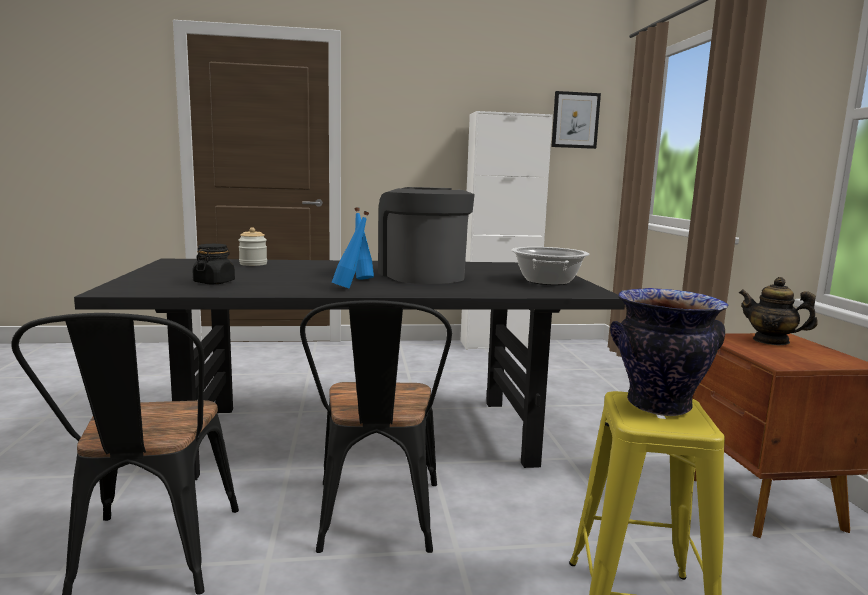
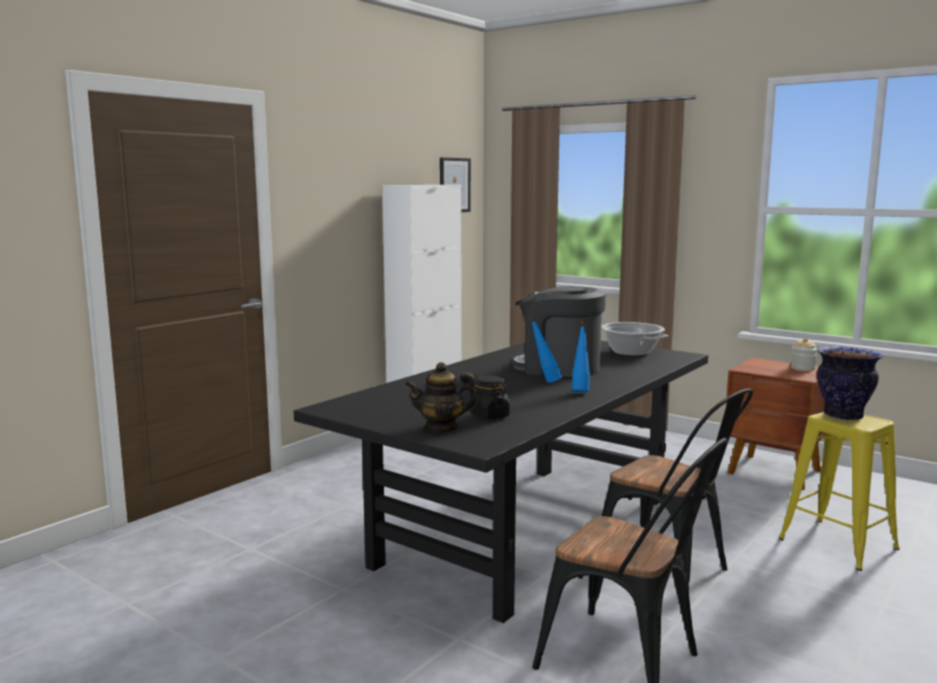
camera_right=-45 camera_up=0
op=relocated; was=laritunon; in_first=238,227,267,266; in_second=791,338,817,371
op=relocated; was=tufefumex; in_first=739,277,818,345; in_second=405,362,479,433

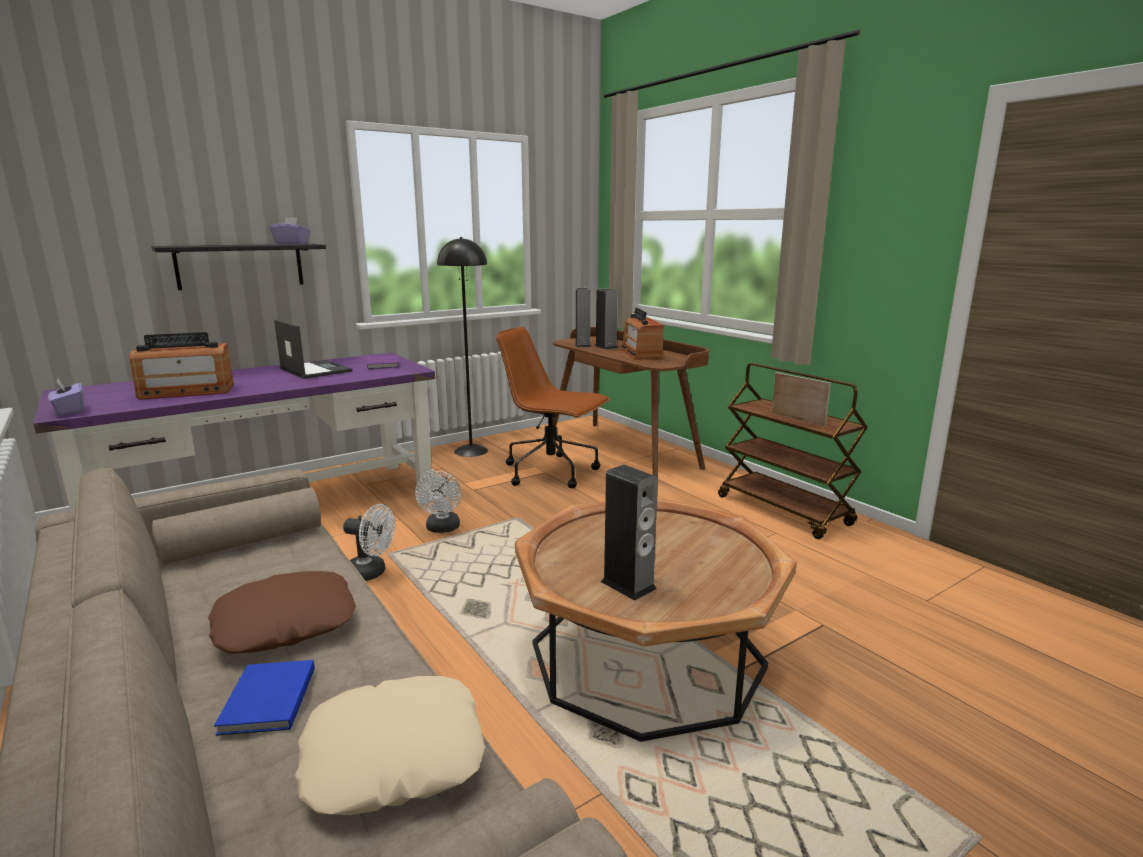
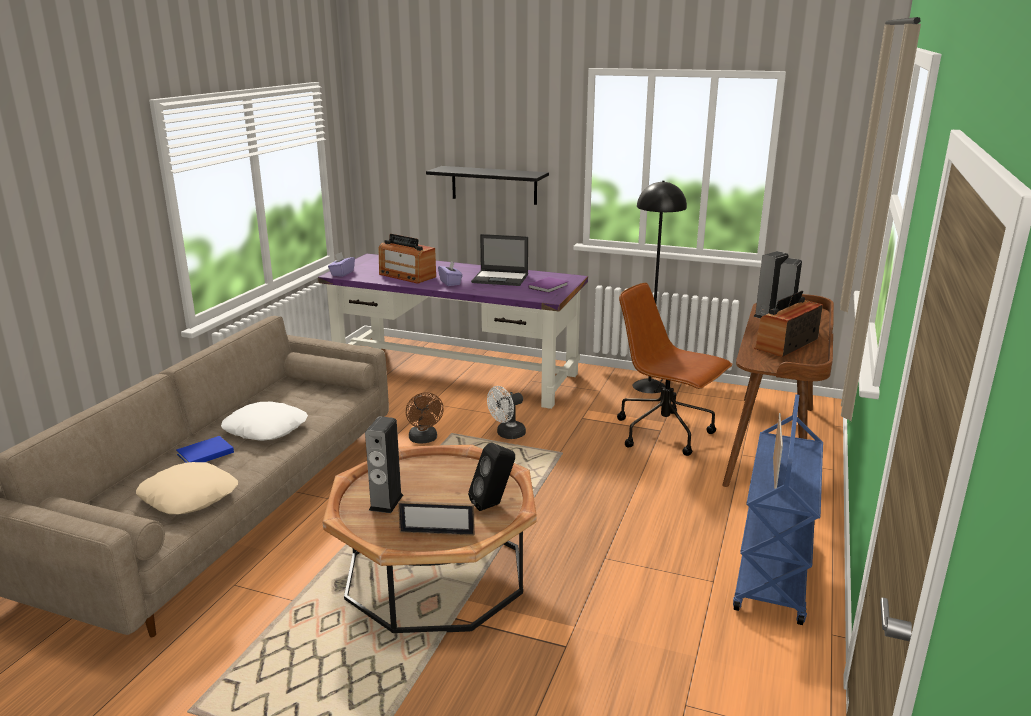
camera_right=55 camera_up=5
op=colour; was=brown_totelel; now=white_totelel; in_first=208,571,356,654; in_second=221,402,308,441
op=relocated; was=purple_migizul; in_first=270,217,310,244; in_second=438,261,463,286
op=spun; was=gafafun; in_first=274,320,352,379; in_second=471,234,528,286; clockwise=90
op=colour; was=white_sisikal; now=brown_sisikal; in_first=343,504,395,581; in_second=406,392,444,444
op=spun; was=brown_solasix; in_first=496,327,610,488; in_second=617,283,732,456; clockwise=-45
op=colour; was=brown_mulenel; now=blue_mulenel; in_first=718,363,868,539; in_second=733,394,823,625
op=appeared; now=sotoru; in_second=398,501,475,536
op=appeared; now=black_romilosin; in_second=468,442,515,511

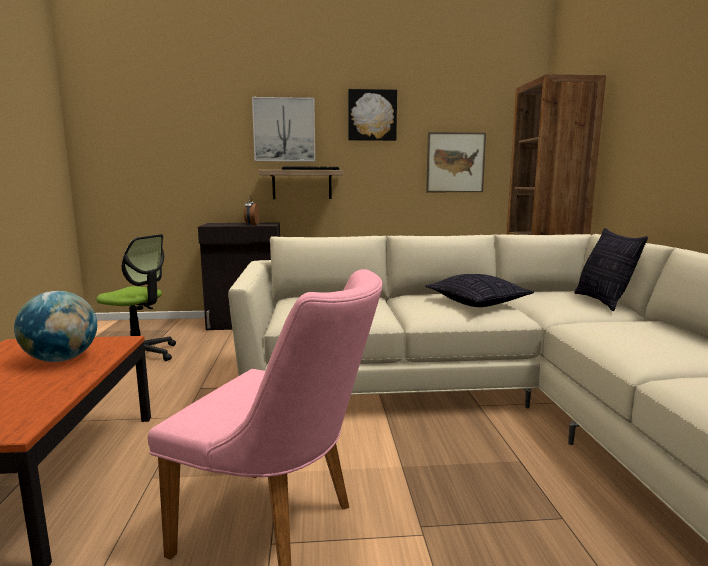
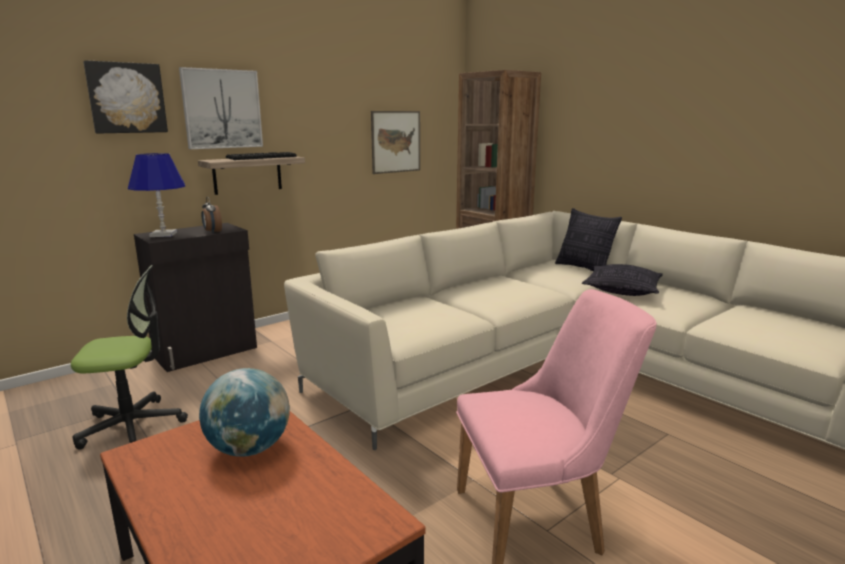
camera_right=-35 camera_up=5
op=relocated; was=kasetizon; in_first=348,89,397,141; in_second=83,60,168,134
op=relocated; was=totelel; in_first=425,274,534,307; in_second=582,264,663,296
op=appeared; now=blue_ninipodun; in_second=128,153,185,237

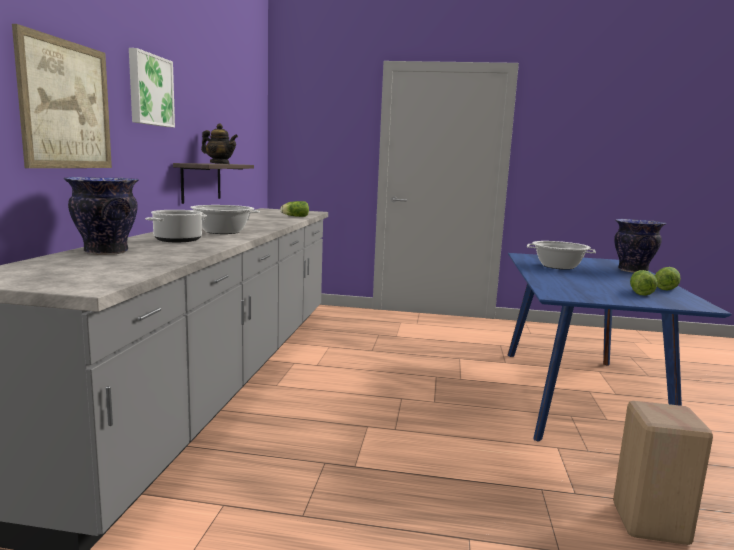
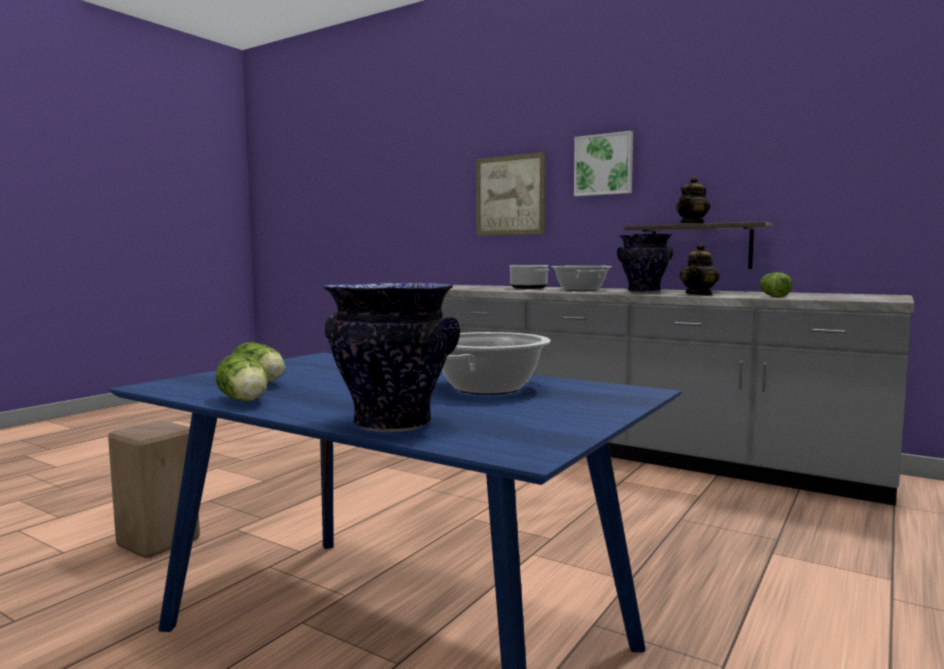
camera_right=115 camera_up=-5
op=relocated; was=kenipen; in_first=64,177,139,255; in_second=617,233,673,293
op=appeared; now=tufefumex; in_second=680,243,720,295

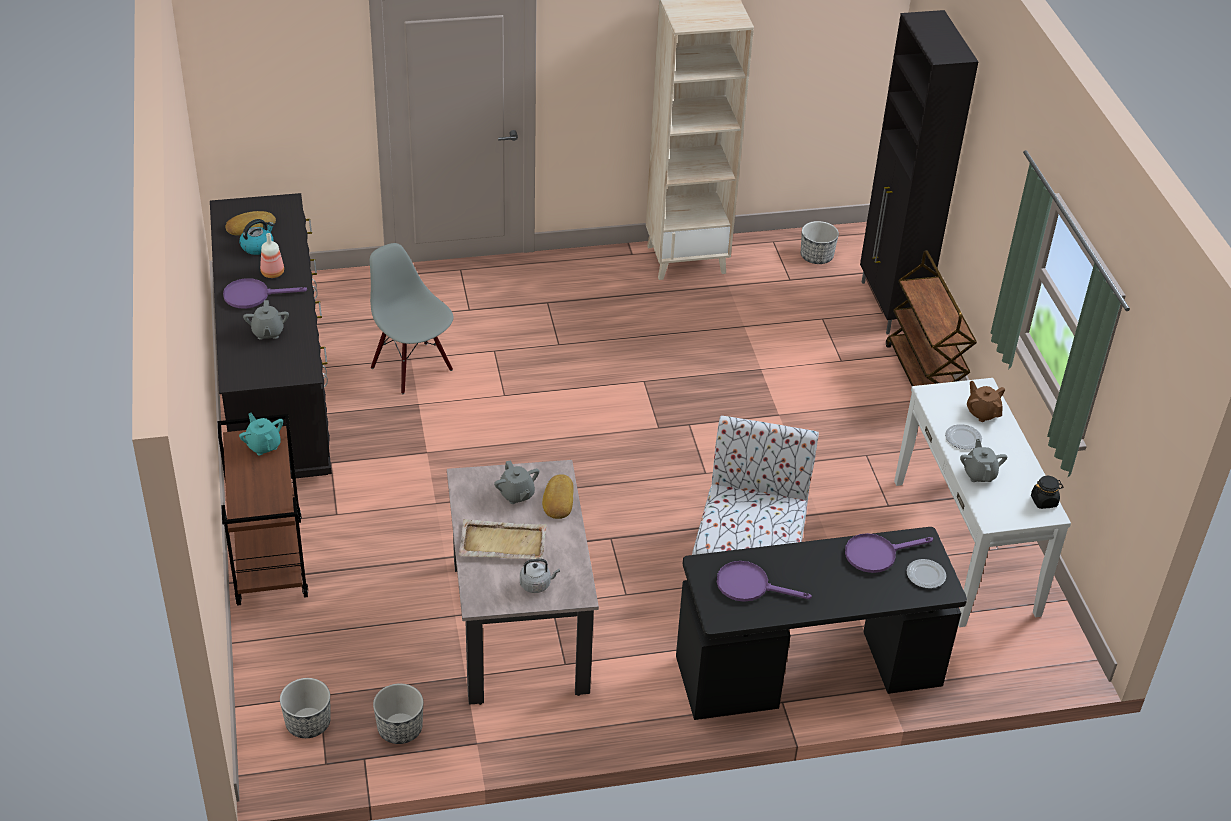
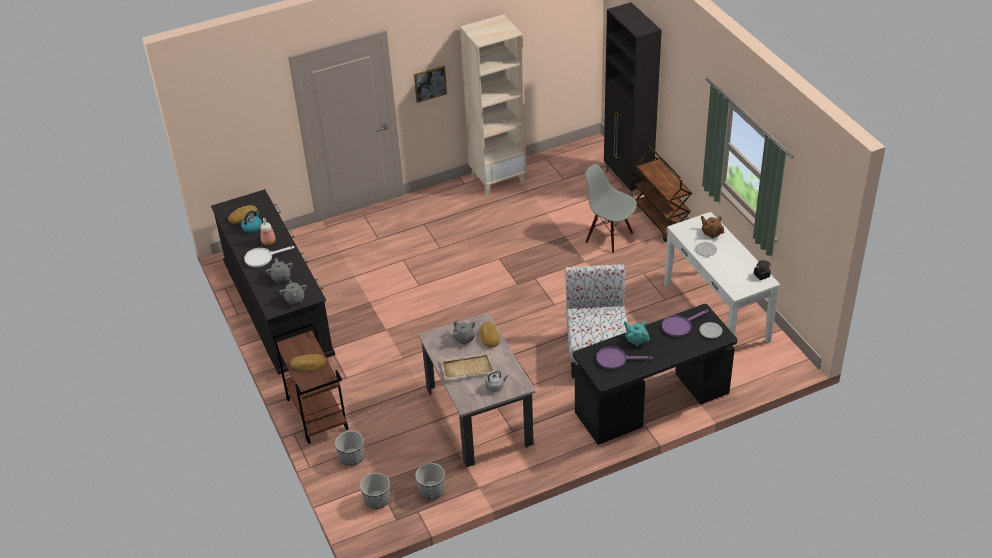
camera_right=-10 camera_up=0
op=colour; was=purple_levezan; now=white_levezan; in_first=223,278,307,309; in_second=244,246,294,267
op=relocated; was=turquoise_tufefumex; in_first=239,413,283,455; in_second=624,321,650,346
op=relocated; was=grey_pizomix; in_first=370,243,453,394; in_second=585,164,637,253
op=relocated; was=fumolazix; in_first=801,221,839,264; in_second=335,431,365,466
op=relocated; was=grey_tufefumex; in_first=960,439,1007,482; in_second=279,279,307,305
op=appeared; now=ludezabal; in_second=290,354,326,371
op=appeared; now=kasetizon; in_second=414,66,447,103

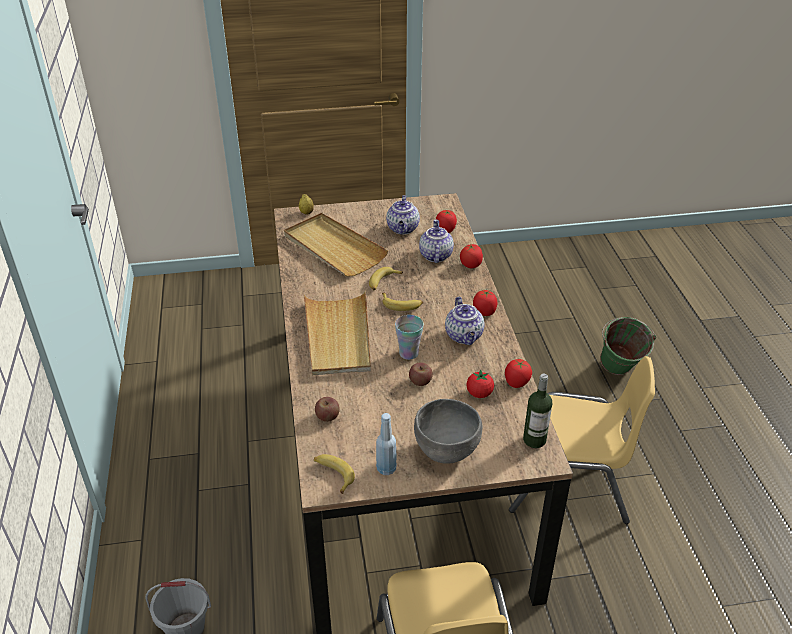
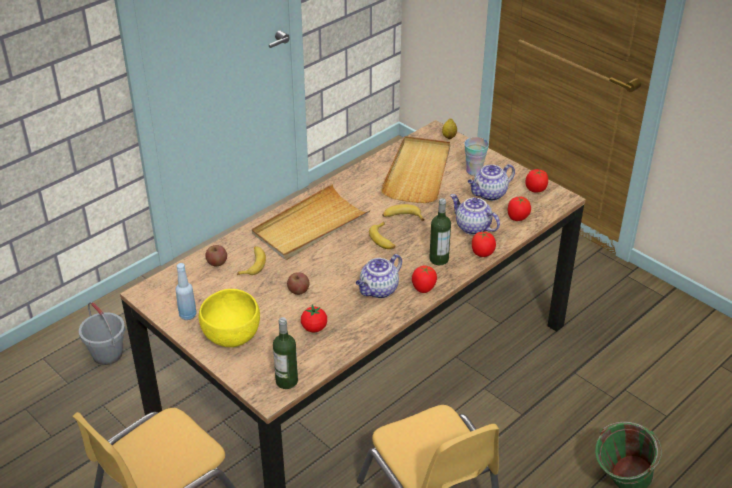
camera_right=55 camera_up=0
op=relocated; was=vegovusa; in_first=314,454,355,494; in_second=237,246,266,275
op=relocated; was=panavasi; in_first=395,315,424,360; in_second=464,137,489,176
op=colour; was=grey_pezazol; now=yellow_pezazol; in_first=414,399,482,464; in_second=199,289,260,347
op=spun; was=tufefumex; in_first=419,219,454,263; in_second=450,194,500,235; clockwise=-105
op=relocated; was=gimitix; in_first=505,359,532,388; in_second=525,169,548,193
op=appeared; now=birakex; in_second=429,198,451,265

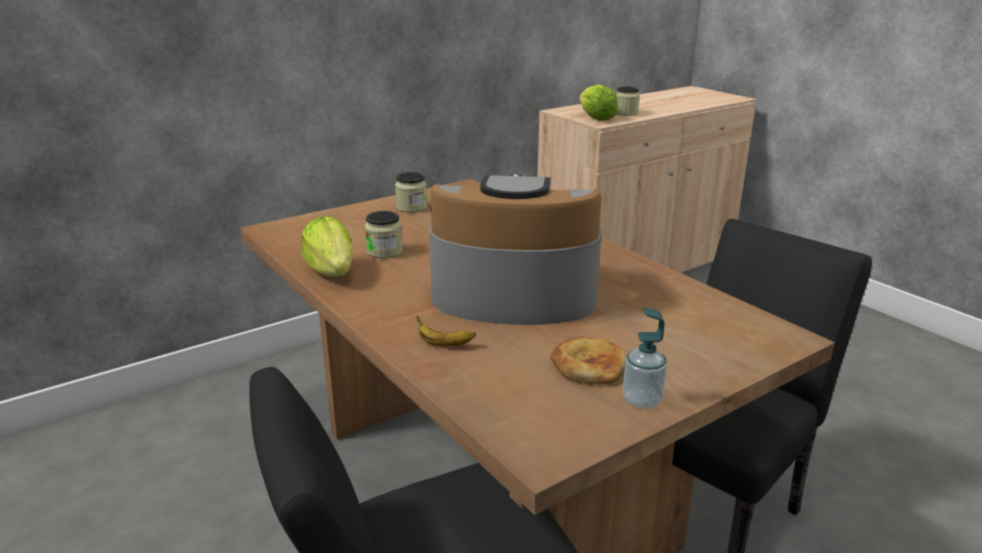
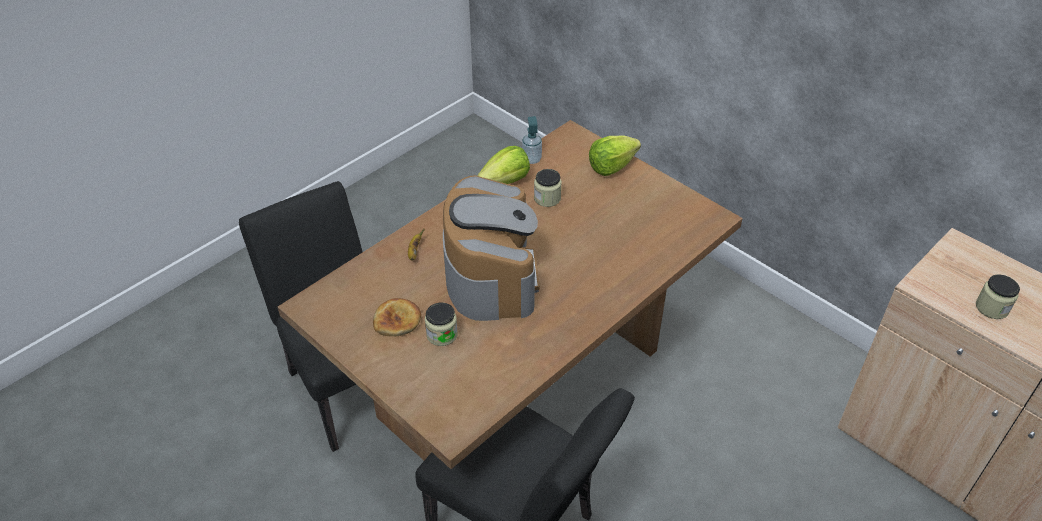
camera_right=80 camera_up=20
op=relocated; was=laritunon; in_first=395,172,427,213; in_second=425,303,458,346
op=relocated; was=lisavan; in_first=580,84,618,121; in_second=589,135,641,176
op=relocated; was=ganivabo; in_first=623,307,667,409; in_second=522,116,542,164

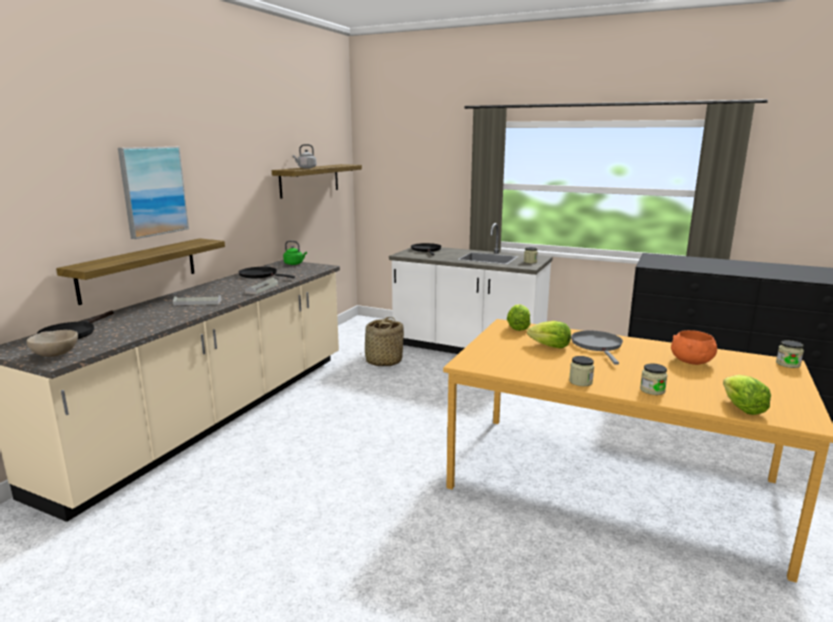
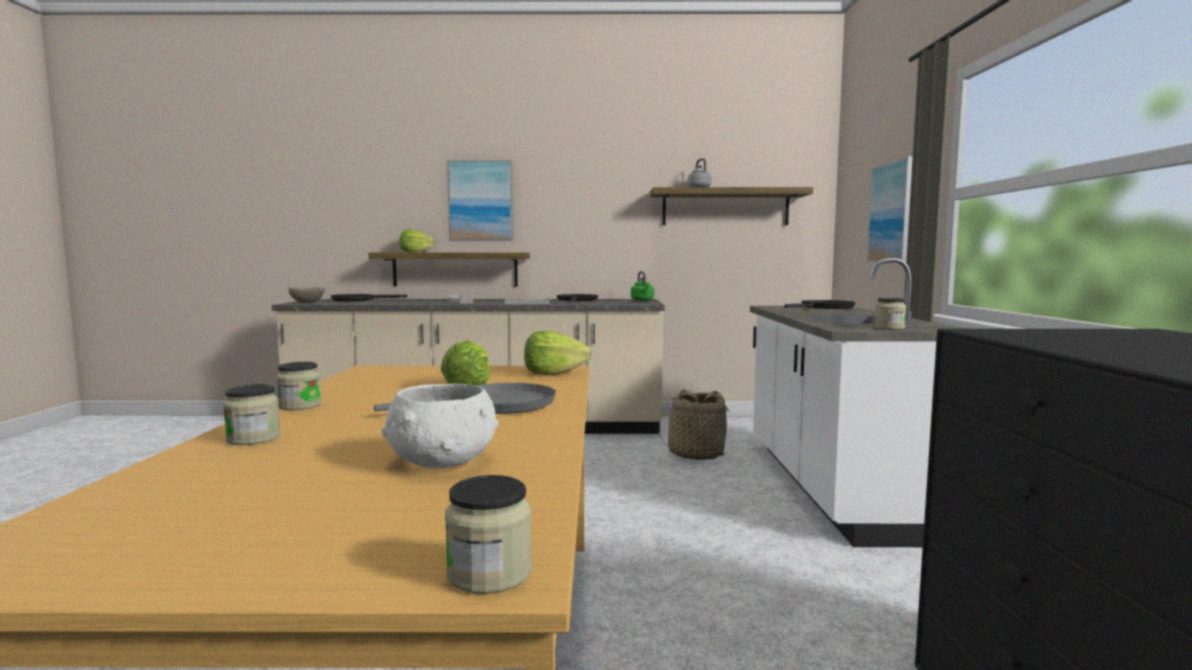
camera_right=65 camera_up=-10
op=colour; was=orange_pezazol; now=white_pezazol; in_first=671,330,717,365; in_second=382,384,498,468
op=relocated; was=lisavan; in_first=723,375,771,415; in_second=399,229,435,252
op=appeared; now=kasetizon; in_second=867,156,913,262

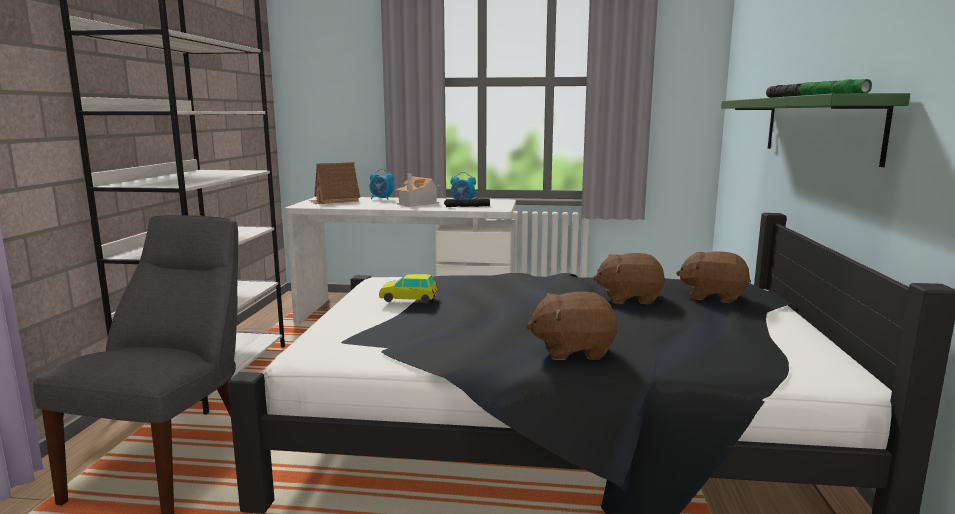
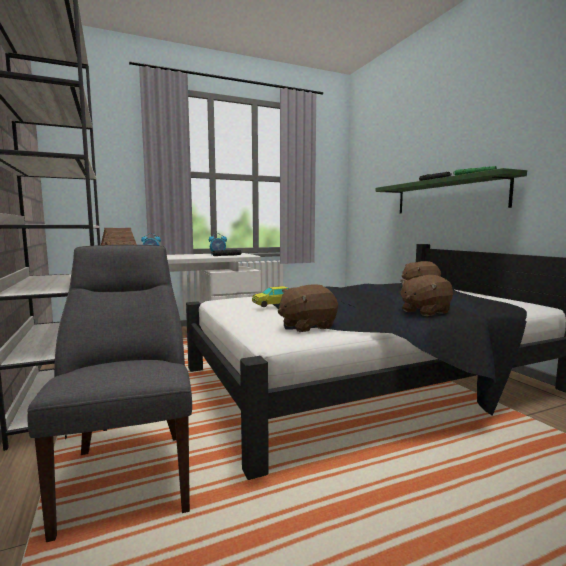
camera_right=-30 camera_up=-5
op=missing; was=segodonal; in_first=395,173,441,207
op=relocated; was=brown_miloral; in_first=593,253,665,304; in_second=278,284,338,332

